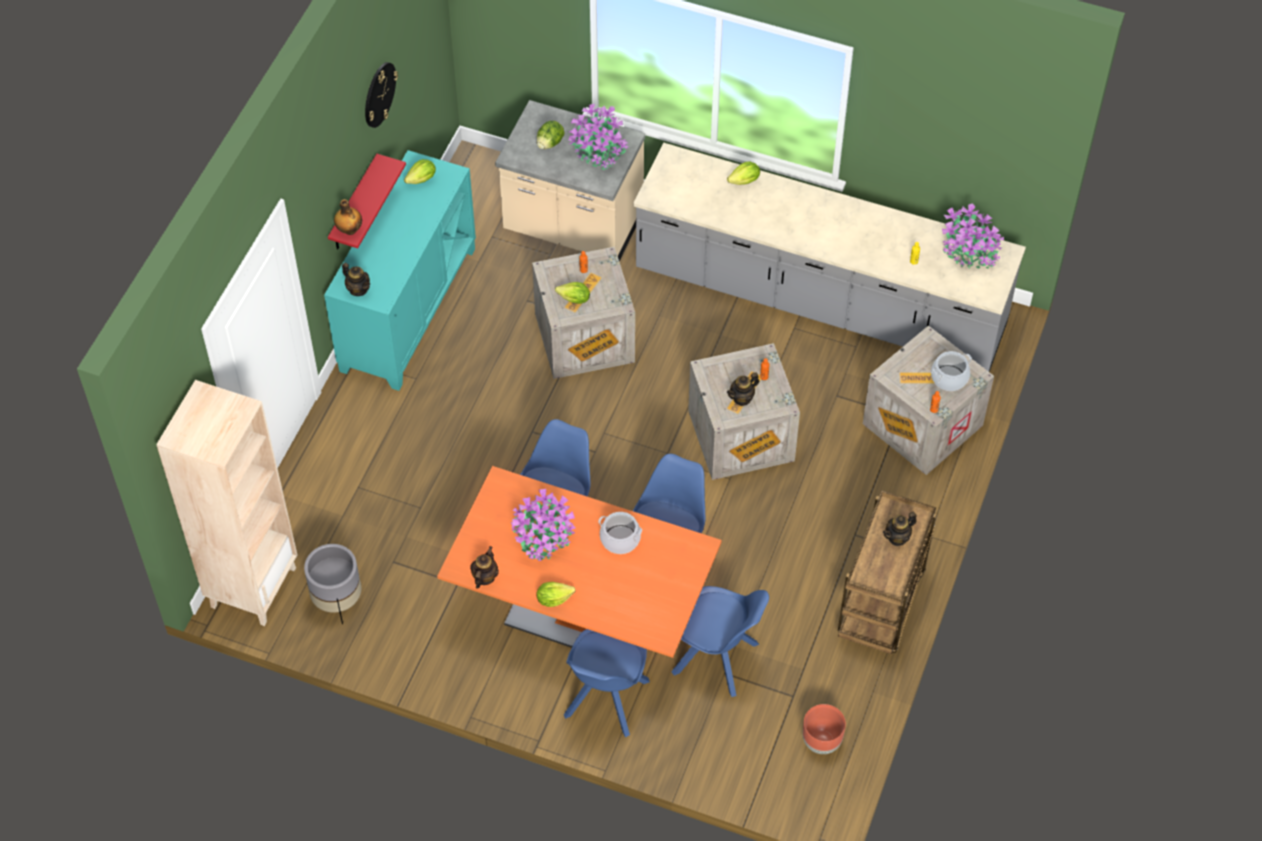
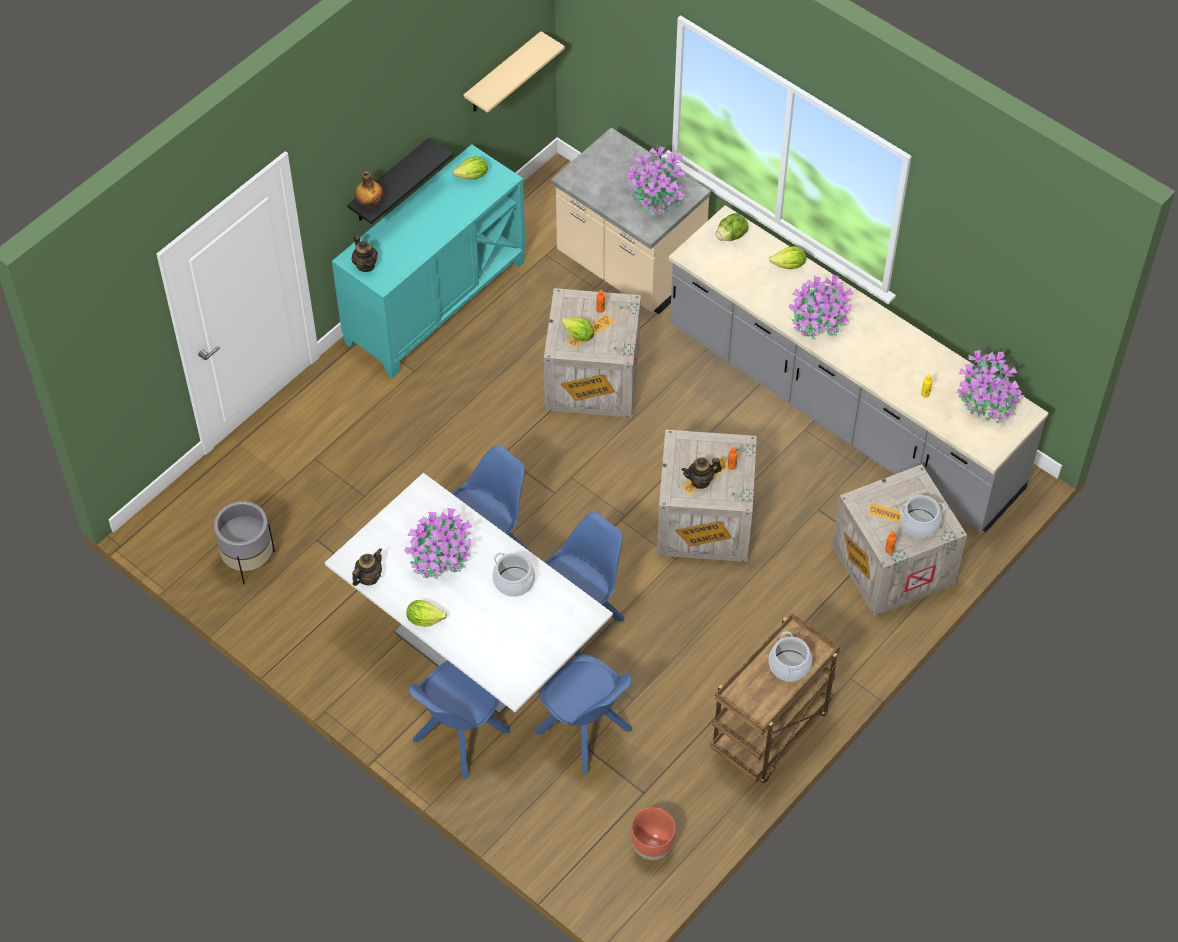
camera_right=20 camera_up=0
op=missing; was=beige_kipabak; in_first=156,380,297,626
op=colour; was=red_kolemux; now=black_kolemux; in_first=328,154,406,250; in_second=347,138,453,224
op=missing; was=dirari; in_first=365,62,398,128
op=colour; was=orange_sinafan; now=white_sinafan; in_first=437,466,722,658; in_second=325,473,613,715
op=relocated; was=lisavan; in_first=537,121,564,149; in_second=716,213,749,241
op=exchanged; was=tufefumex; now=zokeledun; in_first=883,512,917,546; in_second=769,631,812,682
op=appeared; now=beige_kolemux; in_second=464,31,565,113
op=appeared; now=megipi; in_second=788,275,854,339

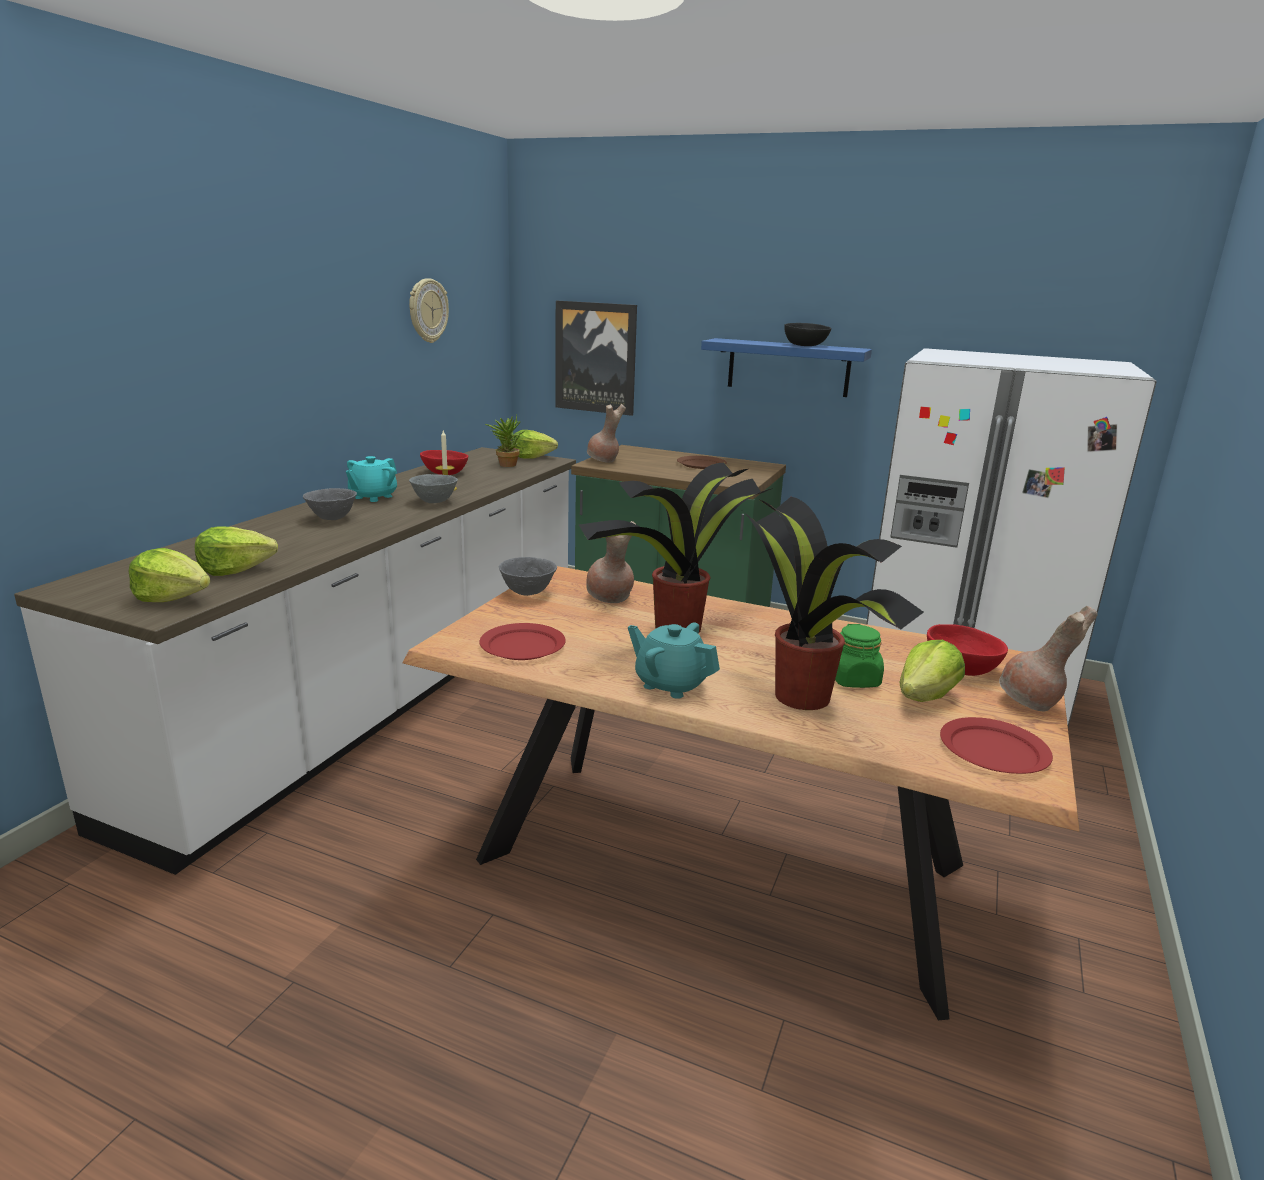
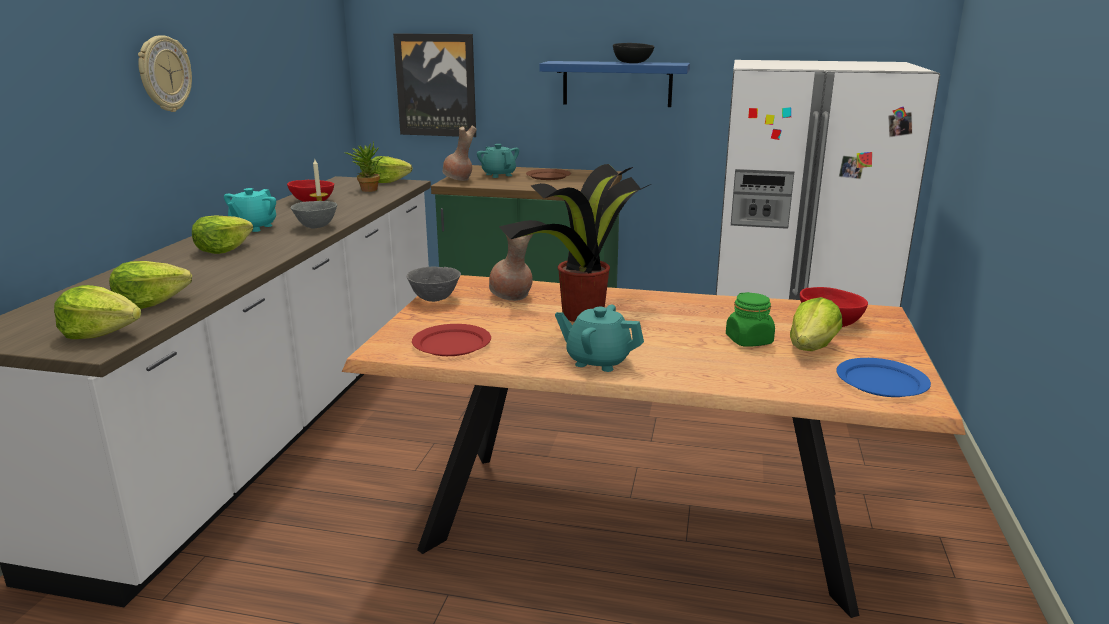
camera_right=-10 camera_up=0
op=exchanged; was=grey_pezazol; now=lisavan; in_first=303,488,357,520; in_second=192,215,253,254
op=relocated; was=dirari; in_first=409,278,449,343; in_second=138,35,192,112
op=missing; was=megipi; in_first=744,497,924,710
op=colour; was=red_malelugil; now=blue_malelugil; in_first=940,717,1053,774; in_second=836,358,931,397
op=missing; was=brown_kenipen; in_first=999,606,1097,711
op=appeared; now=turquoise_tufefumex; in_second=477,144,519,178

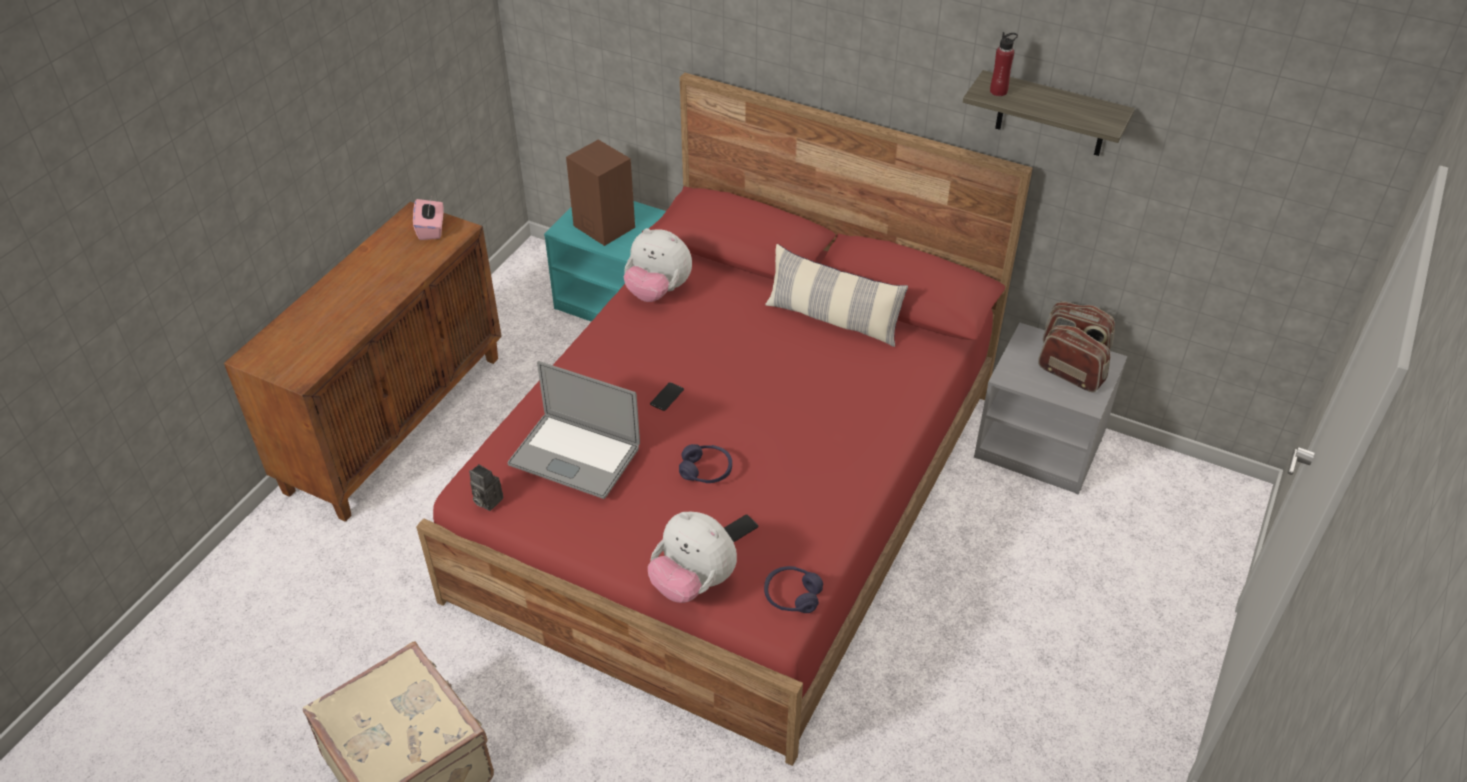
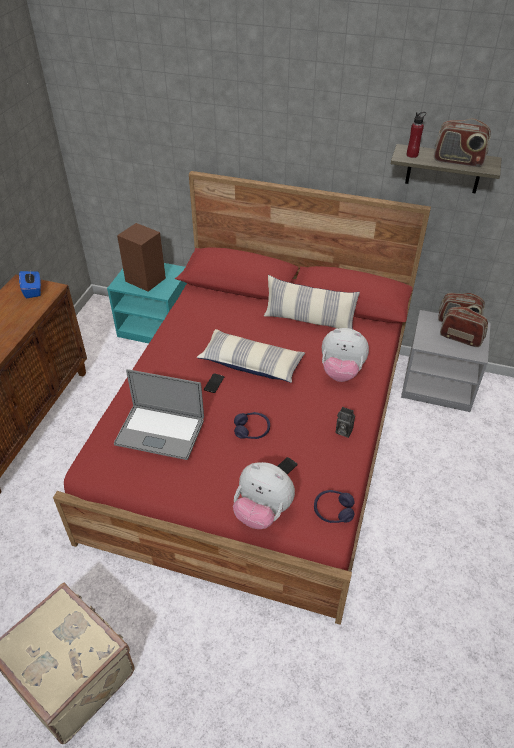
camera_right=-10 camera_up=0
op=colour; was=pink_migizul; now=blue_migizul; in_first=413,197,443,240; in_second=19,270,41,298
op=relocated; was=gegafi; in_first=469,464,503,511; in_second=336,407,355,438
op=relocated; was=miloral; in_first=624,228,692,302; in_second=322,328,369,382
op=appeared; now=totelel; in_second=196,329,305,383
op=appeared; now=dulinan; in_second=434,119,491,167

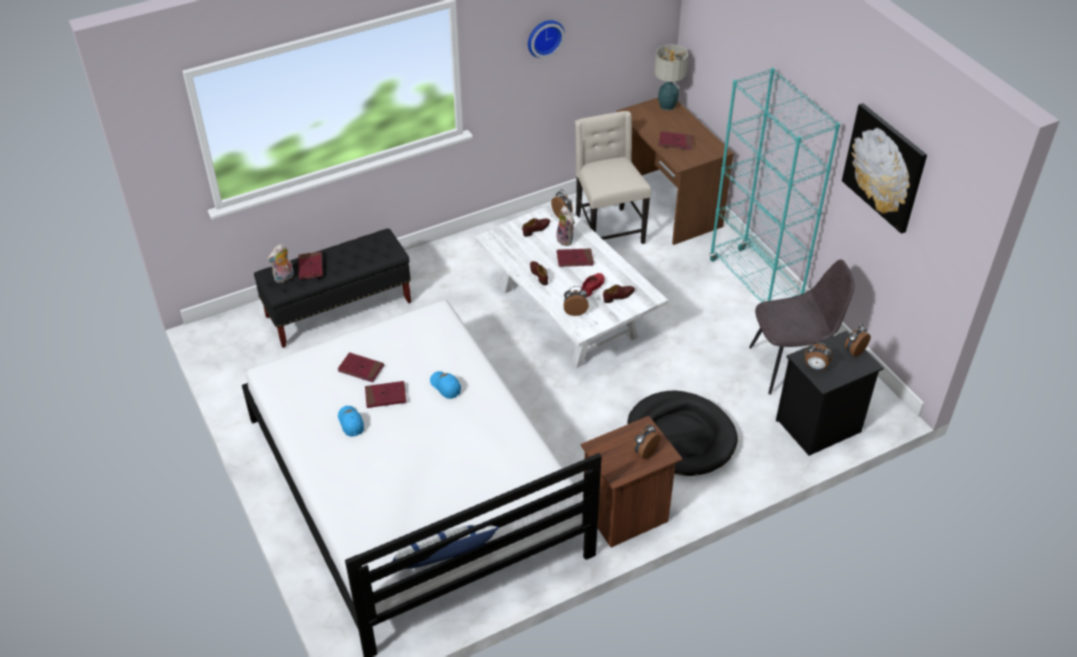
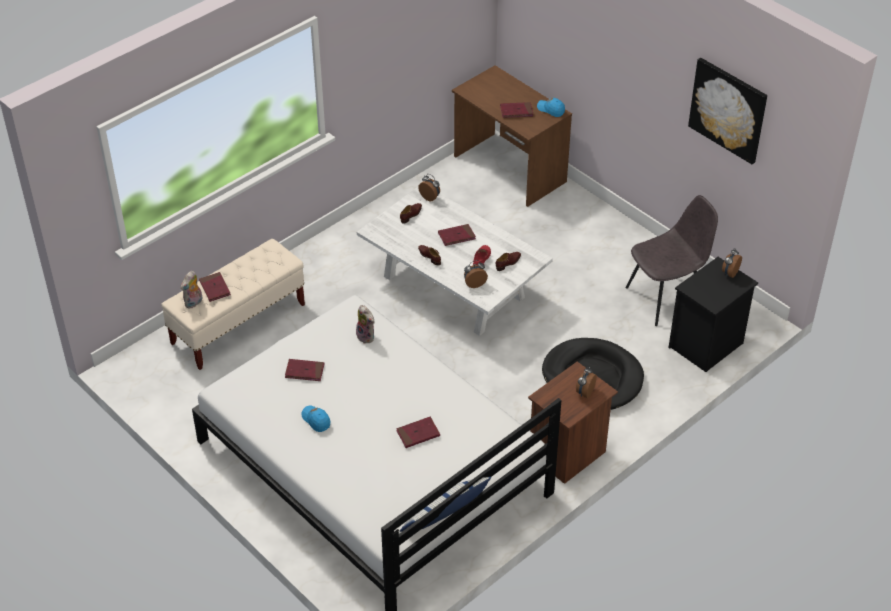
camera_right=-15 camera_up=0
op=colour; was=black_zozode; now=beige_zozode; in_first=254,228,411,348; in_second=161,239,305,370
op=relocated; was=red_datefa; in_first=365,381,407,408; in_second=396,417,440,448
op=relocated; was=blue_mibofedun; in_first=430,371,461,399; in_second=537,98,565,117
op=missing; was=dirari; in_first=528,20,565,58
op=relocated; was=miloral; in_first=556,206,575,246; in_second=356,305,374,344
op=missing; was=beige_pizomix; in_first=575,111,651,244
op=missing; was=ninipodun; in_first=654,44,689,110
op=missing; was=turquoise_kipabak; in_first=709,68,840,302
op=missing; was=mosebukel; in_first=805,343,832,371

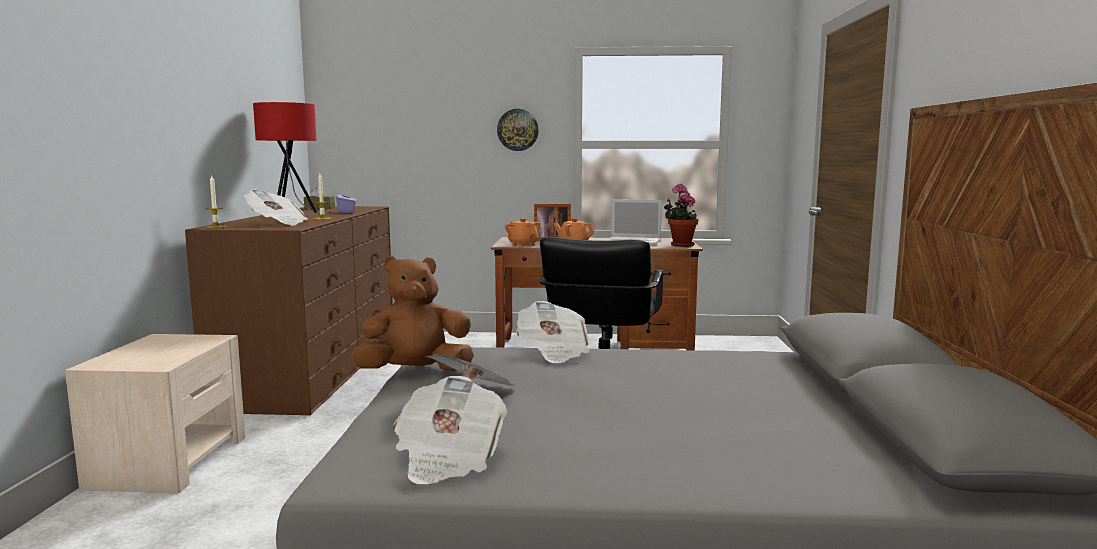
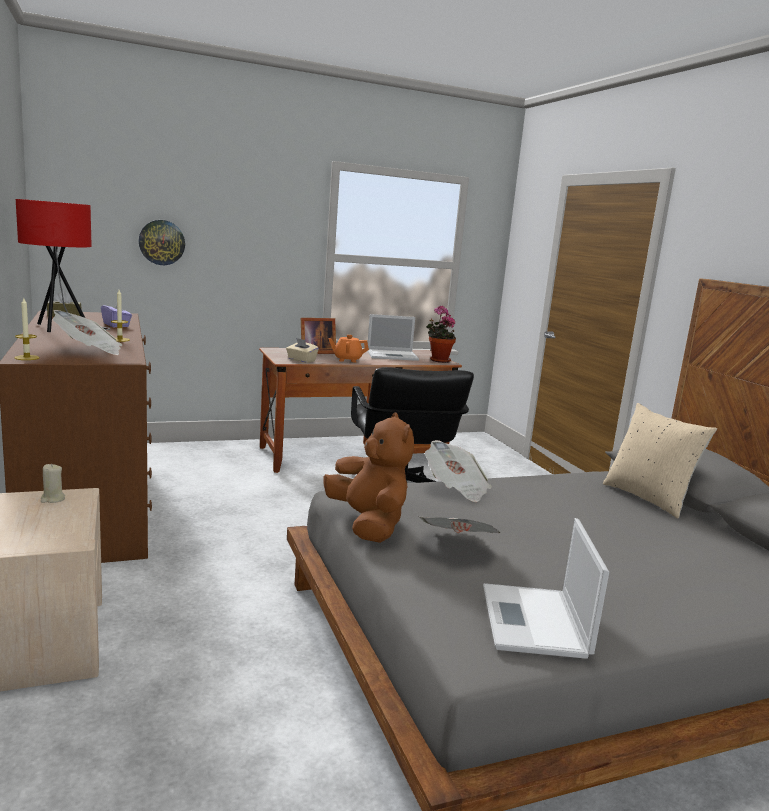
camera_right=-25 camera_up=5
op=spun; was=brown_miloral; in_first=351,256,474,371; in_second=323,412,414,543; clockwise=105
op=exchanged; was=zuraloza; now=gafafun; in_first=393,376,507,484; in_second=483,518,609,659
op=relocated; was=dirari; in_first=497,109,539,151; in_second=139,220,185,265
op=exchanged; was=orange_tufefumex; now=beige_migizul; in_first=505,218,540,247; in_second=286,338,319,363
op=appeared; now=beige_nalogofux; in_second=41,464,65,503
op=appeared; now=beige_totelel; in_second=603,403,717,518

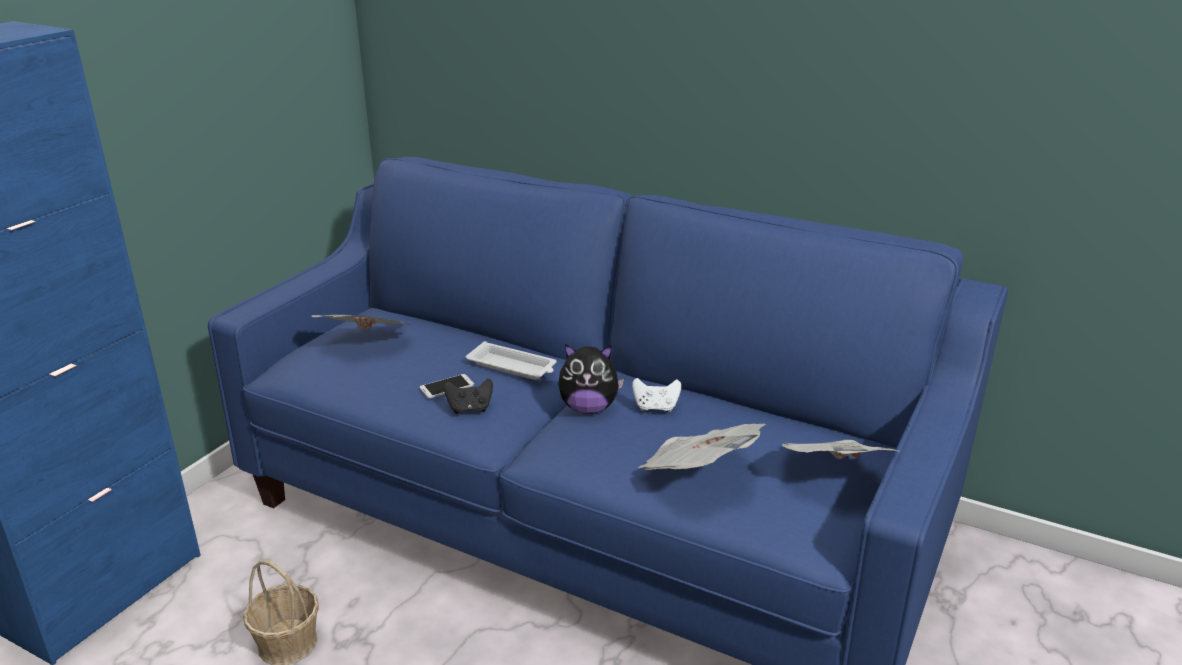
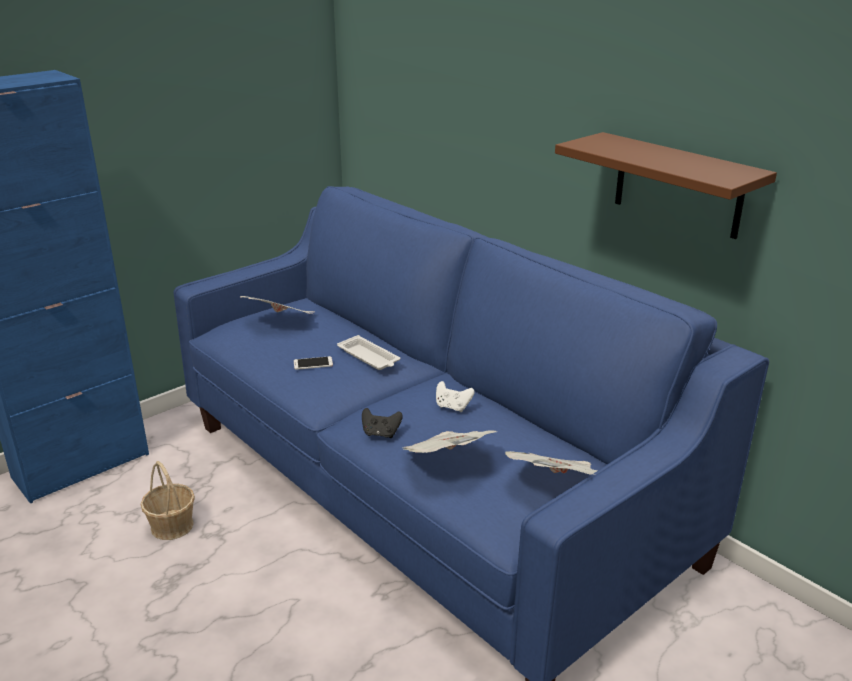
camera_right=20 camera_up=0
op=relocated; was=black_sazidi; in_first=444,379,493,414; in_second=362,408,403,438
op=missing; was=miloral; in_first=558,344,624,414
op=appeared; now=brown_kolemux; in_second=555,132,777,239

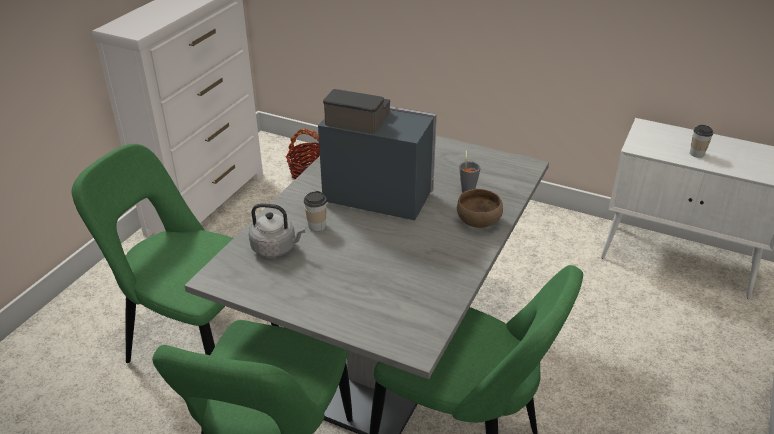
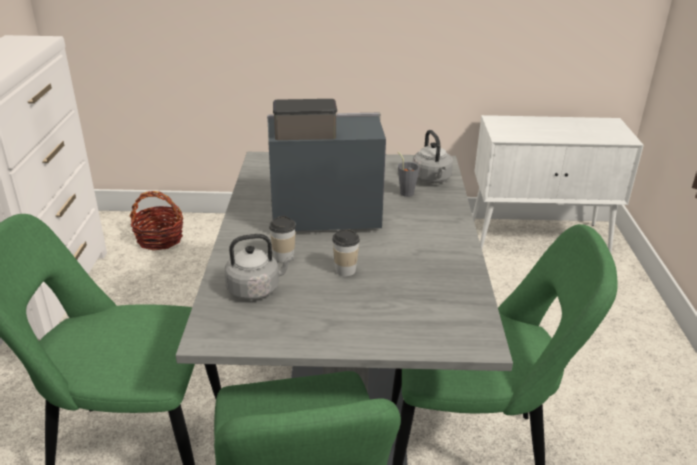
camera_right=-25 camera_up=-5
op=missing; was=brown_pezazol; in_first=457,189,503,228
op=relocated; was=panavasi; in_first=690,125,713,158; in_second=332,229,360,276
op=appeared; now=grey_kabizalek; in_second=412,130,453,184

